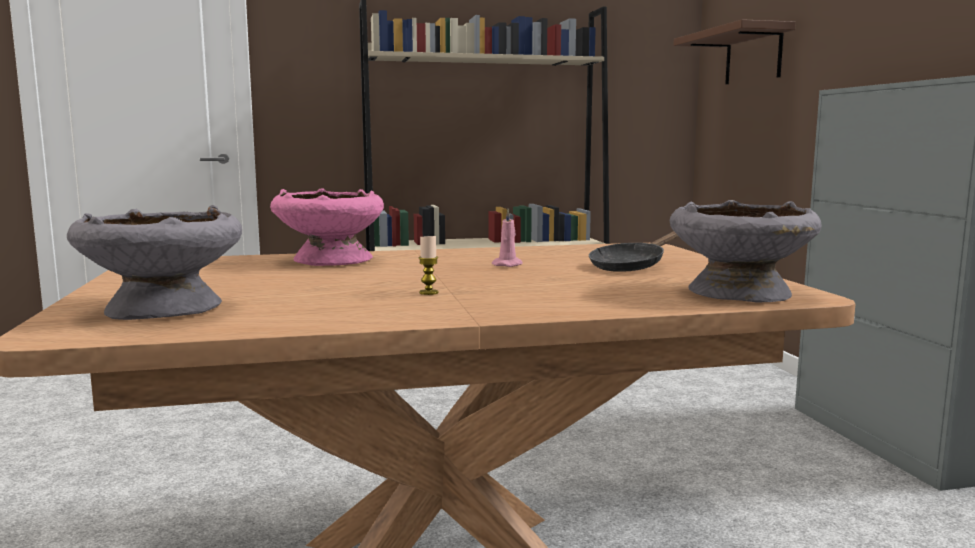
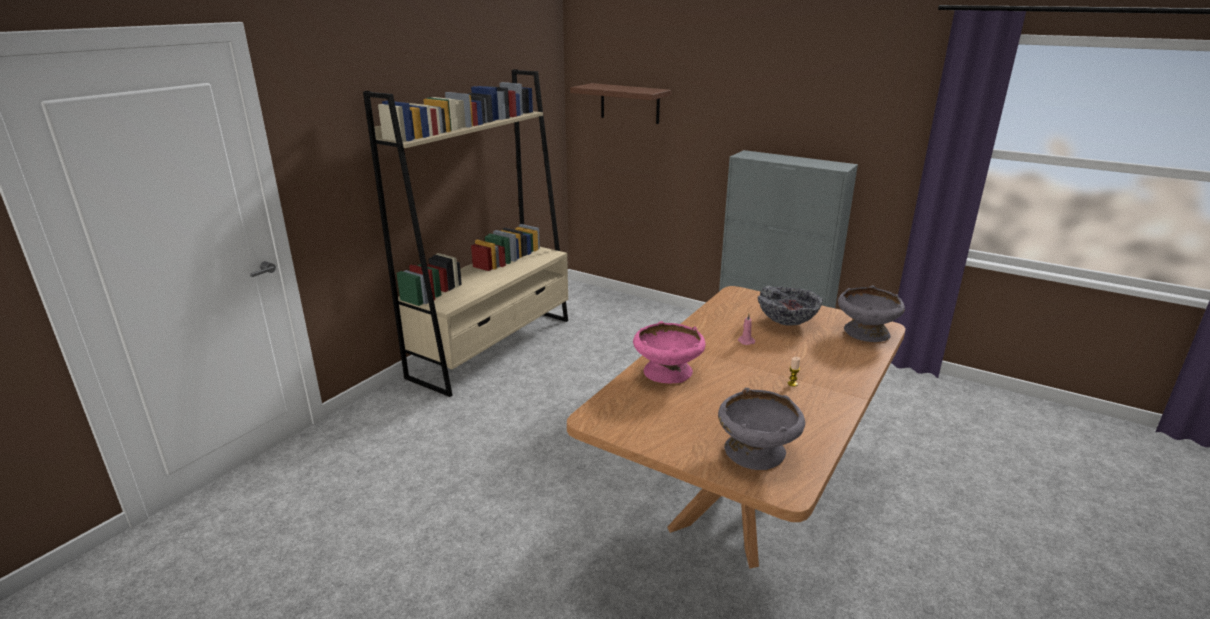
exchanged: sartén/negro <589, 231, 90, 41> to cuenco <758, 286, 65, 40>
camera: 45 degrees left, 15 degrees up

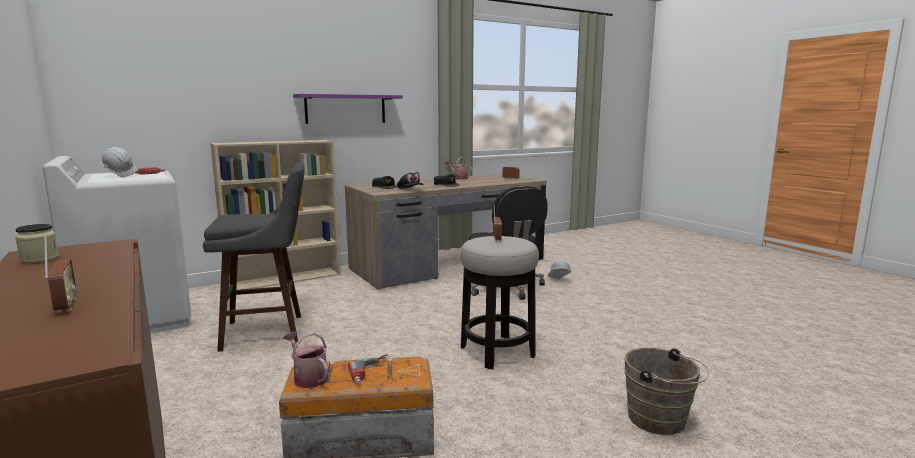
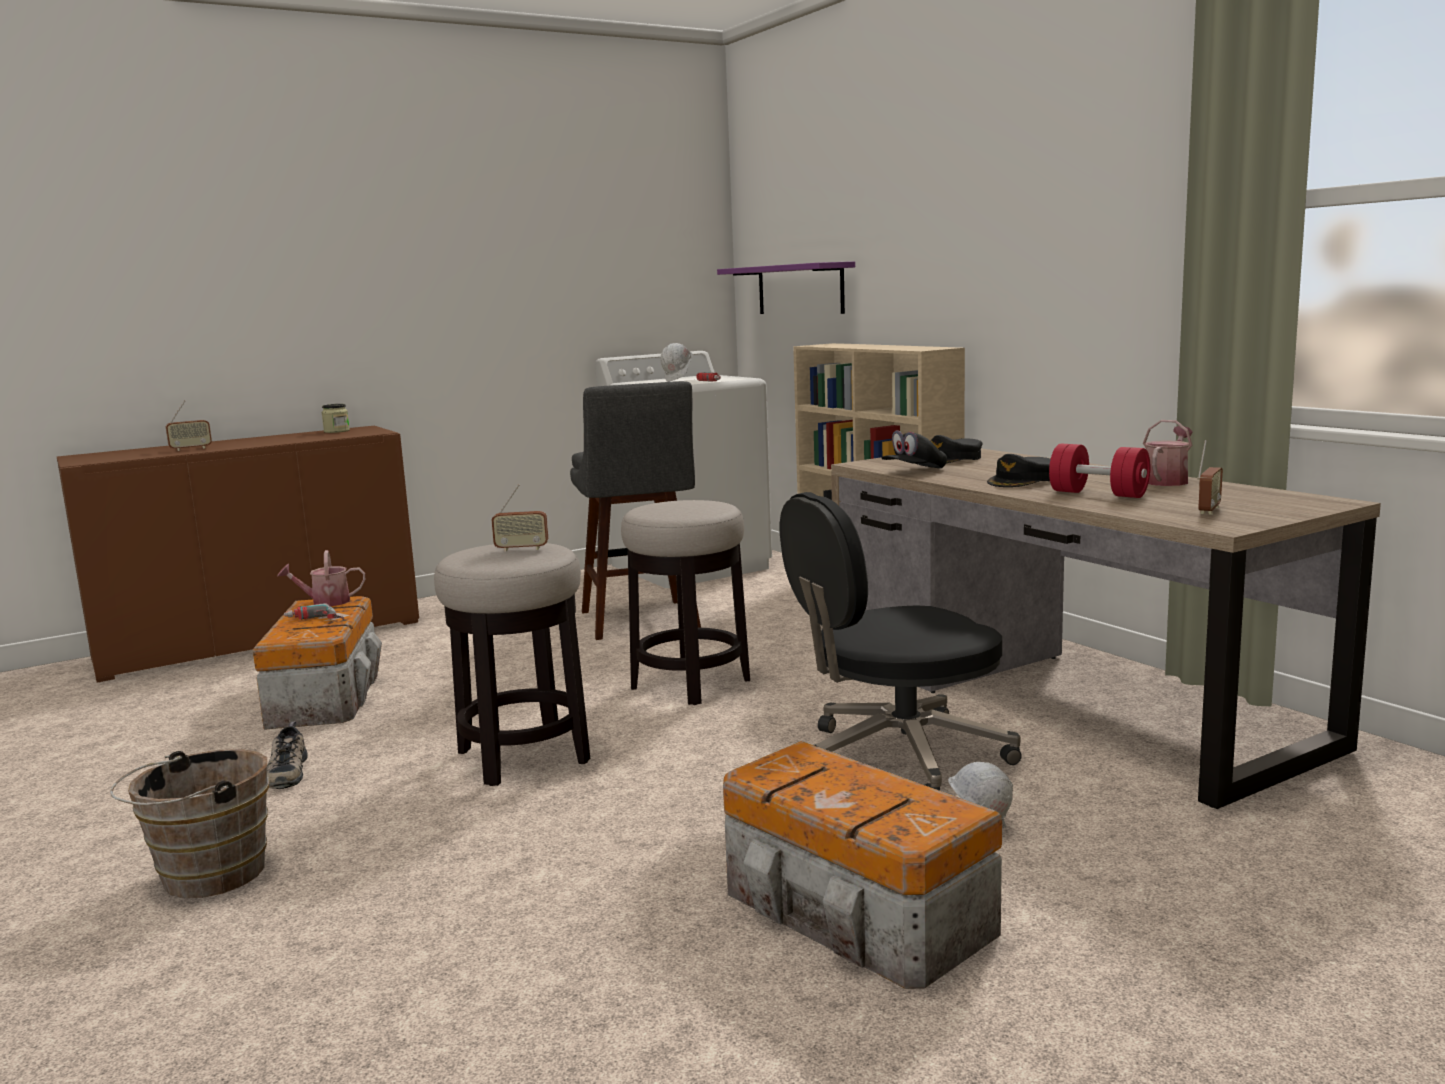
appeared: zapato <267, 722, 41, 67>; taburete <621, 500, 129, 205>; caja de almacenaje <723, 741, 279, 248>; mancuerna/rojo <1049, 444, 101, 54>
relocated: estante/morado <293, 94, 110, 30> to <717, 261, 138, 53>
spun: regadera <283, 331, 45, 57> = <277, 550, 88, 57> 150 degrees counterclockwise
camera: 90 degrees right, 0 degrees up

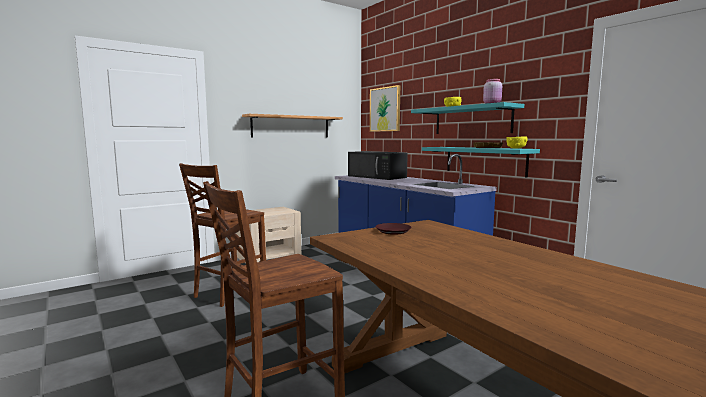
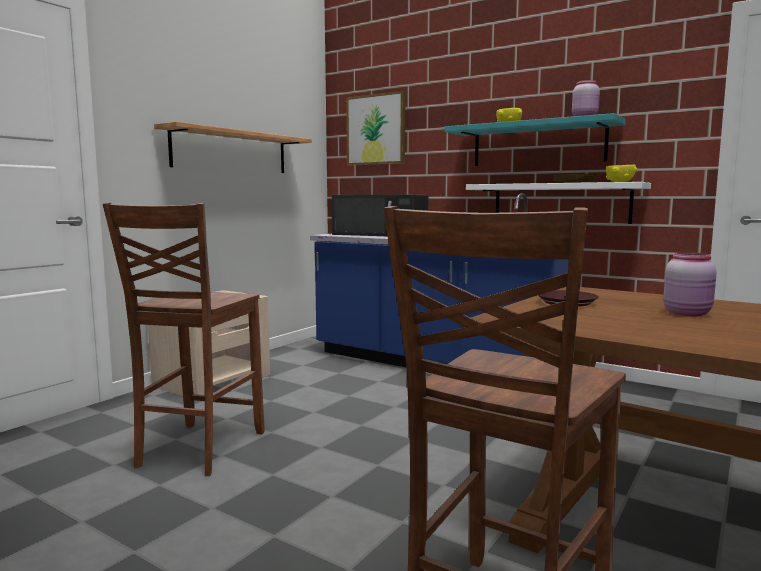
appeared: tarro/rosa <663, 252, 54, 64>
colour: estante/turquesa <422, 147, 118, 31> to estante/blanco <466, 182, 185, 42>
camera: 20 degrees left, 0 degrees up

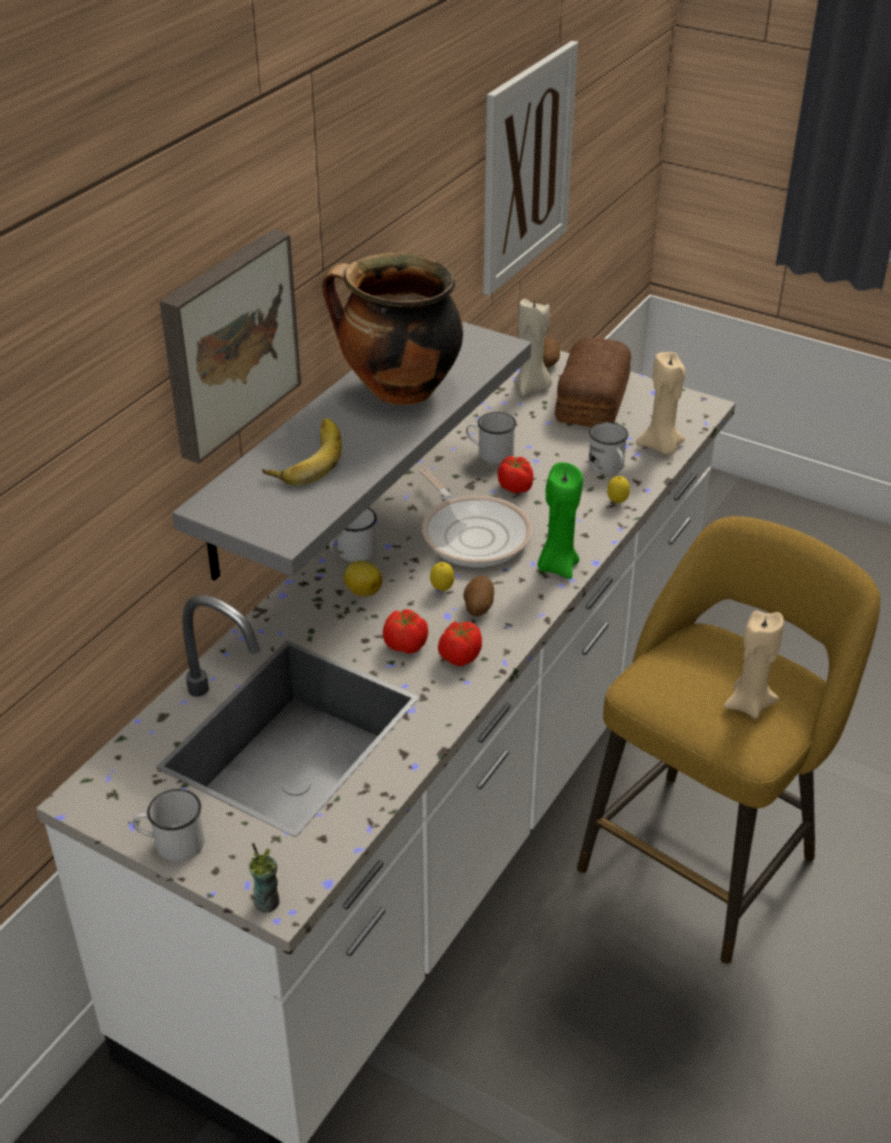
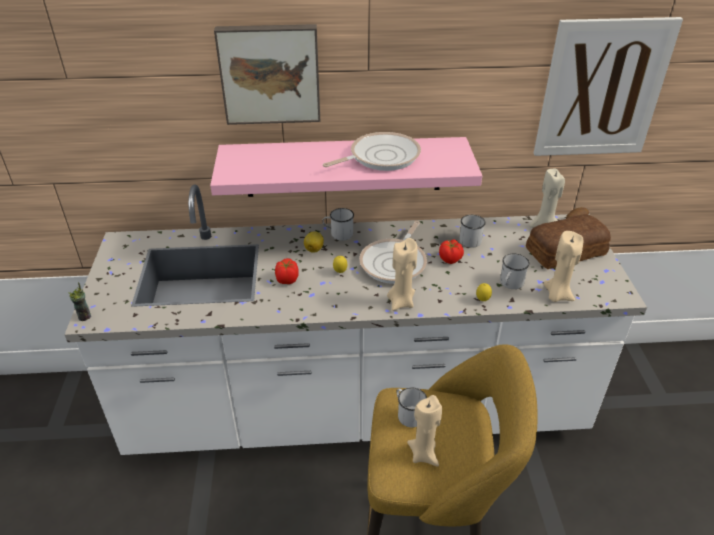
missing: plátano <262, 418, 80, 68>; tomate <438, 621, 44, 45>; patata <463, 575, 31, 41>
relocated: taza grande/blanco <132, 789, 72, 73> to <396, 387, 31, 40>
exchanged: olla <322, 253, 141, 152> to sartén <323, 132, 98, 39>
colour: estante/gris <172, 322, 359, 259> to estante/rosa <210, 137, 272, 60>; vela/verde <538, 462, 45, 117> to vela/beis <387, 238, 31, 73>
camera: 55 degrees right, 0 degrees up

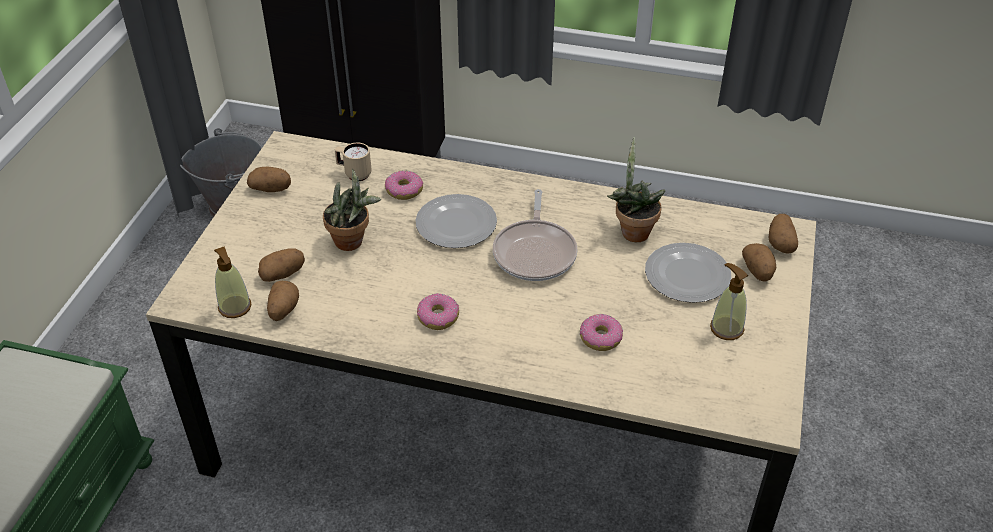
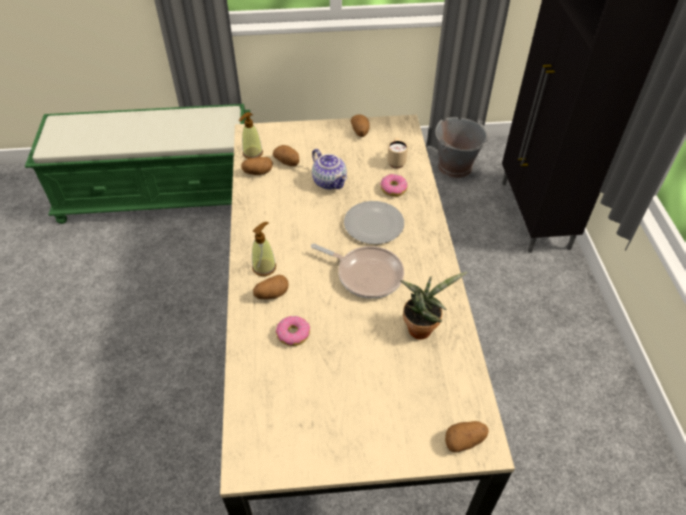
missing: rosquilla <417, 293, 42, 37>; plato <645, 243, 86, 60>
relocated: dispensador de jabón <710, 263, 38, 77> to <252, 222, 24, 54>; patata <742, 243, 34, 39> to <253, 275, 36, 24>
exchanged: planta en maceta <323, 168, 58, 83> to tetera <312, 149, 35, 41>
spun: sartén <493, 189, 85, 92> = <311, 244, 93, 55> 135 degrees counterclockwise
camera: 70 degrees right, 5 degrees up

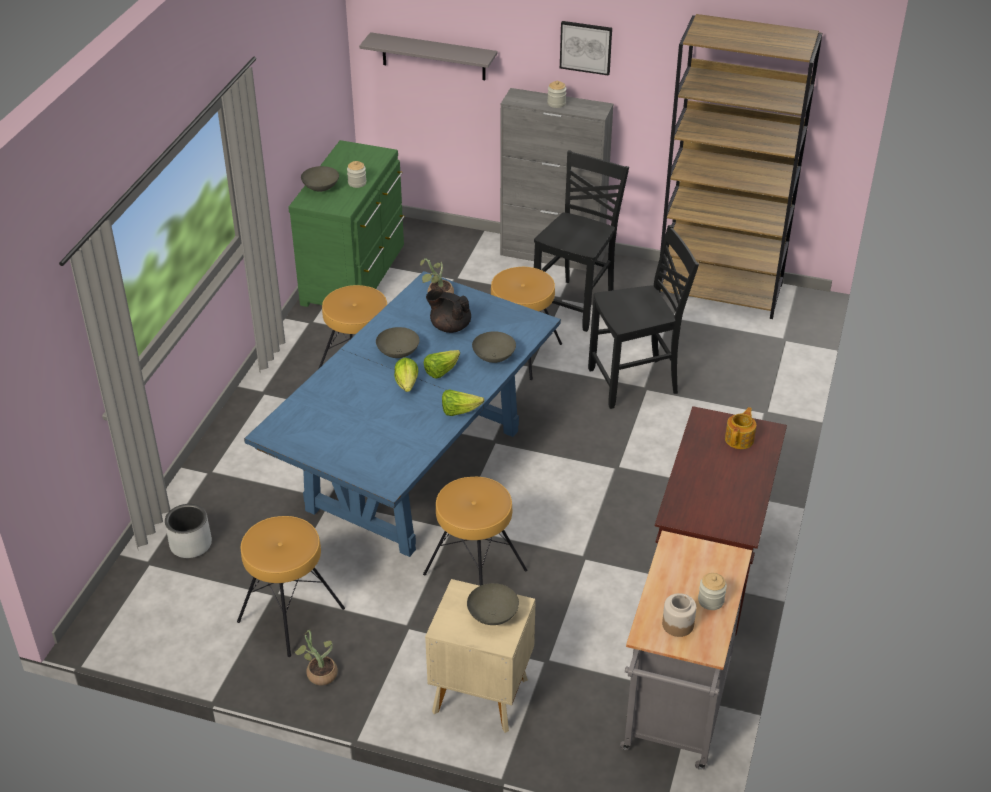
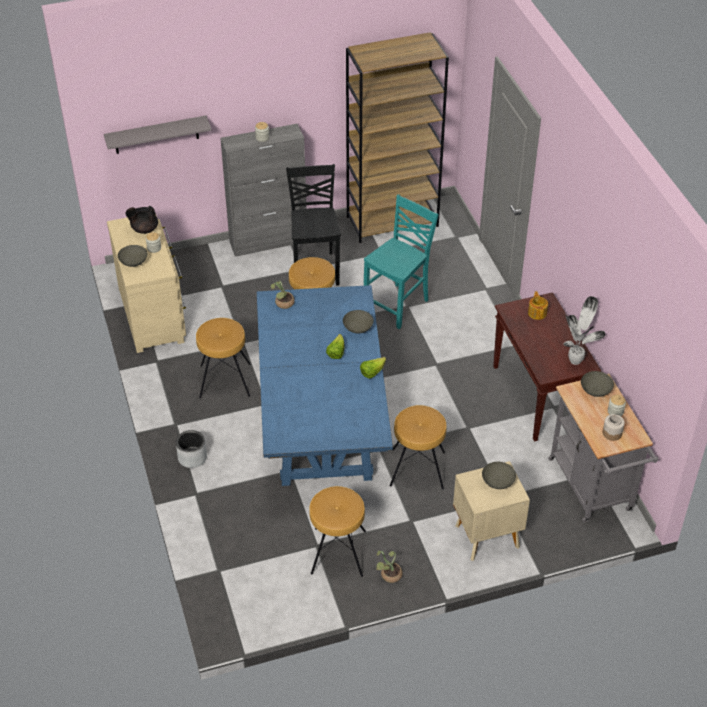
missing: lechuga <394, 357, 24, 35>; cuadro <560, 21, 52, 55>
appeared: planta en maceta <563, 296, 42, 69>
relocated: maceta/gris <165, 504, 47, 54> to <176, 430, 31, 38>; cuenco/gris <376, 327, 44, 31> to <581, 371, 33, 26>; tetera/negro <426, 288, 45, 45> to <125, 206, 33, 28>
colour: cómoda/verde <288, 140, 117, 167> to cómoda/beis <107, 214, 79, 139>; silla/negro <588, 225, 111, 184> to silla/turquesa <364, 194, 75, 135>
camera: 35 degrees left, 5 degrees up

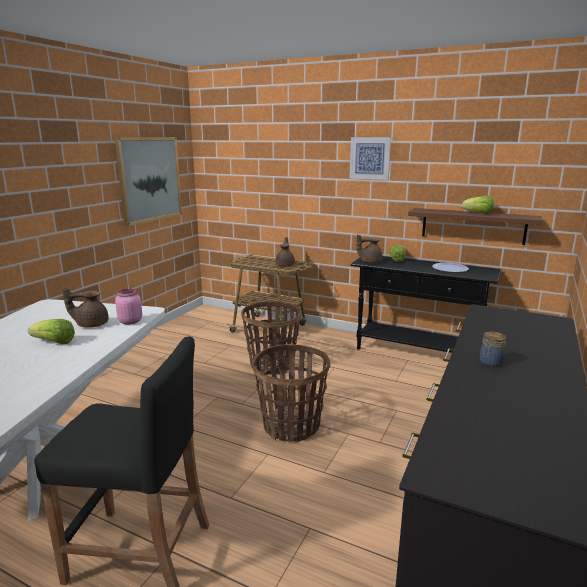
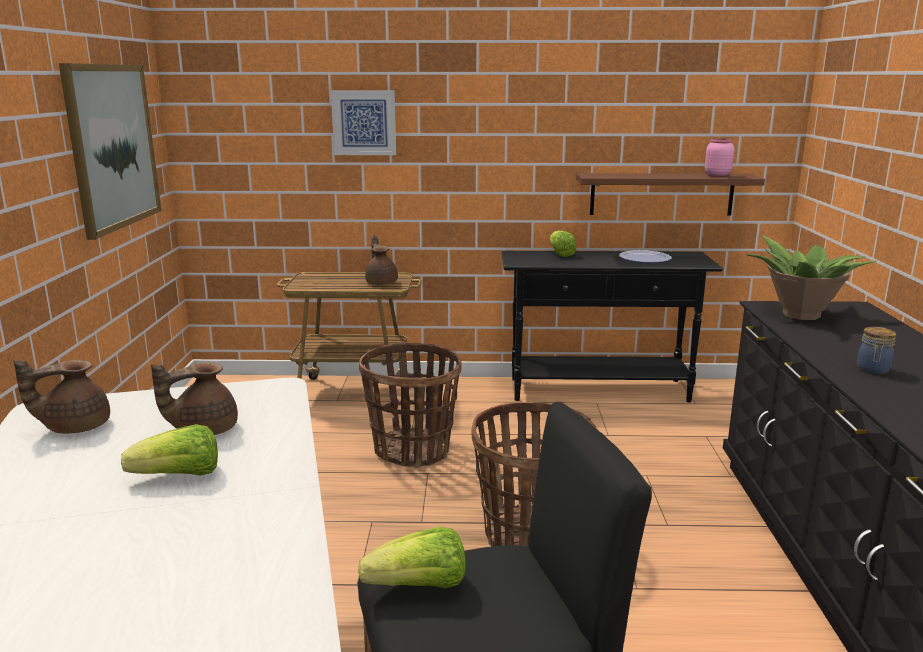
appeared: planta en maceta <746, 235, 131, 85>
relocated: tarro/rosa <115, 289, 27, 36> to <705, 138, 30, 39>; cuadro <349, 137, 42, 43> to <331, 90, 65, 65>; tetera/marrón <356, 234, 27, 29> to <14, 360, 96, 74>; lechuga <461, 196, 33, 18> to <358, 527, 108, 61>
camera: 25 degrees left, 0 degrees up

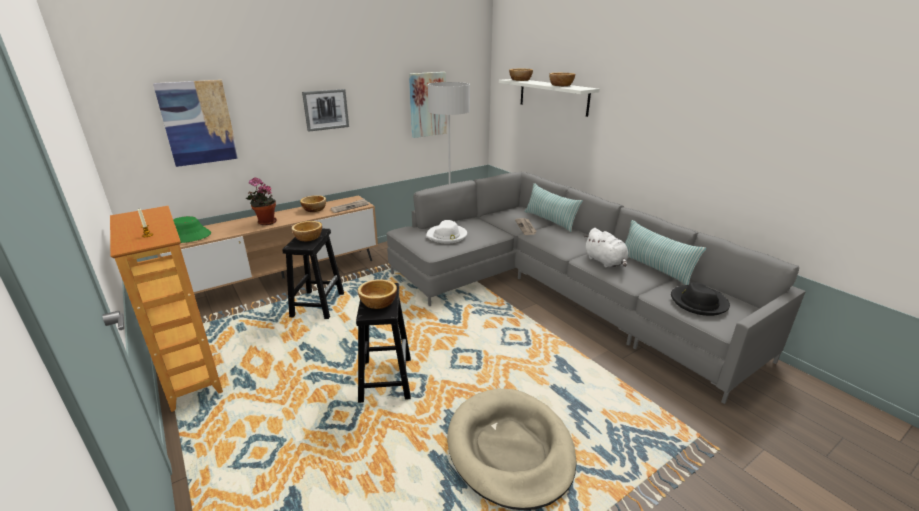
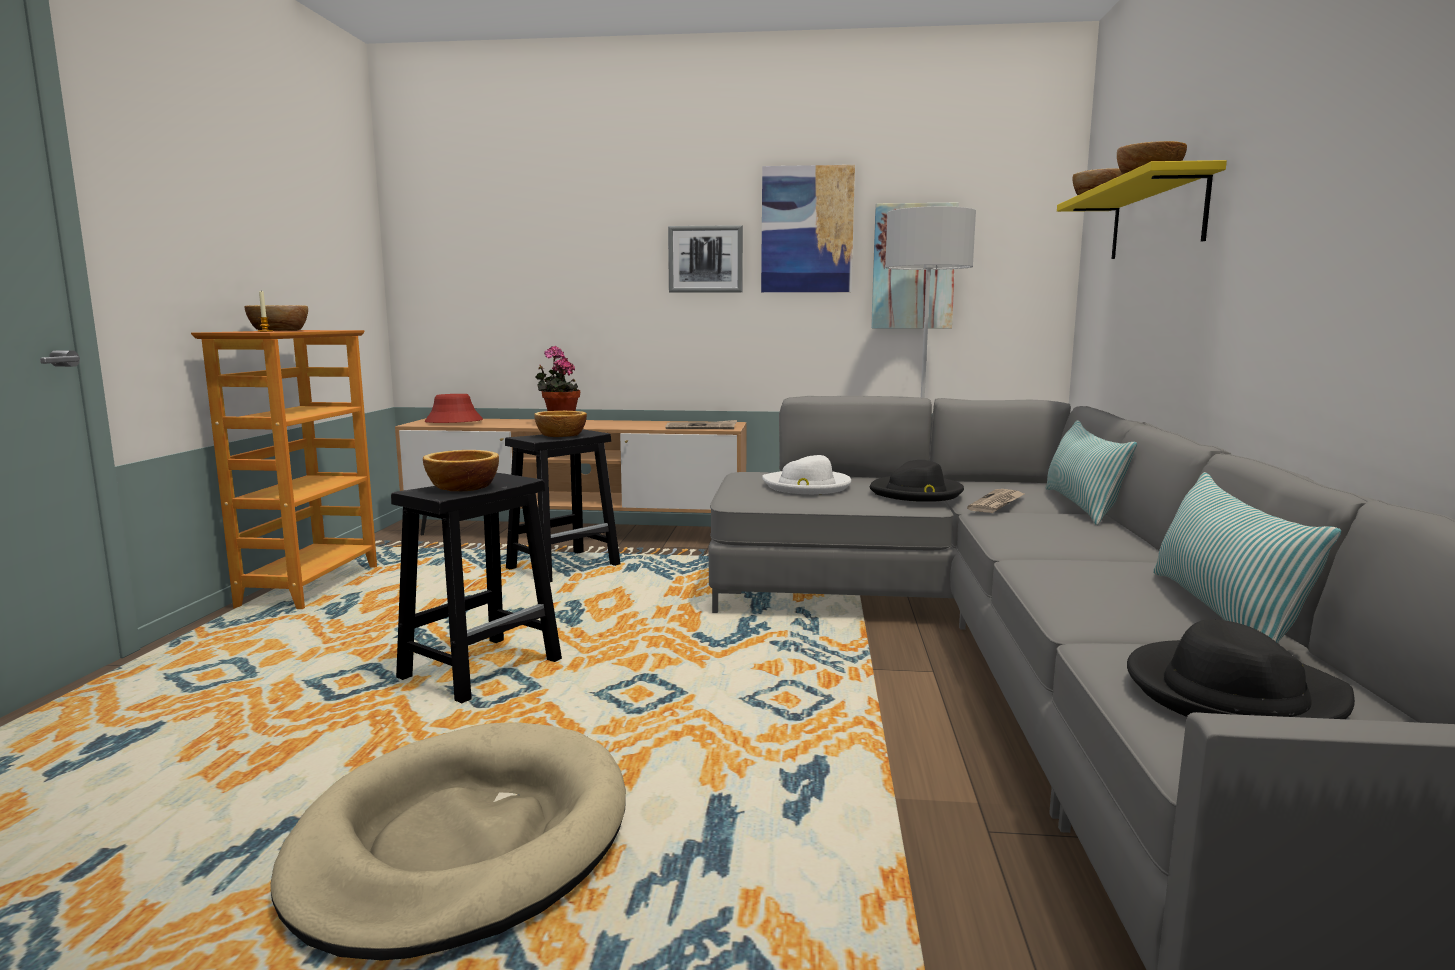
missing: peluche/blanco <584, 228, 45, 40>
appeared: sombrero/negro <870, 460, 94, 42>
relocated: cuadro <153, 80, 86, 87> to <761, 165, 94, 127>; cuenco <300, 195, 26, 17> to <245, 305, 63, 26>
colour: sombrero/verde <173, 216, 38, 27> to sombrero/rojo <425, 394, 58, 29>; estante/blanco <499, 79, 101, 38> to estante/amarillo <1057, 160, 170, 99>
camera: 40 degrees right, 15 degrees down

